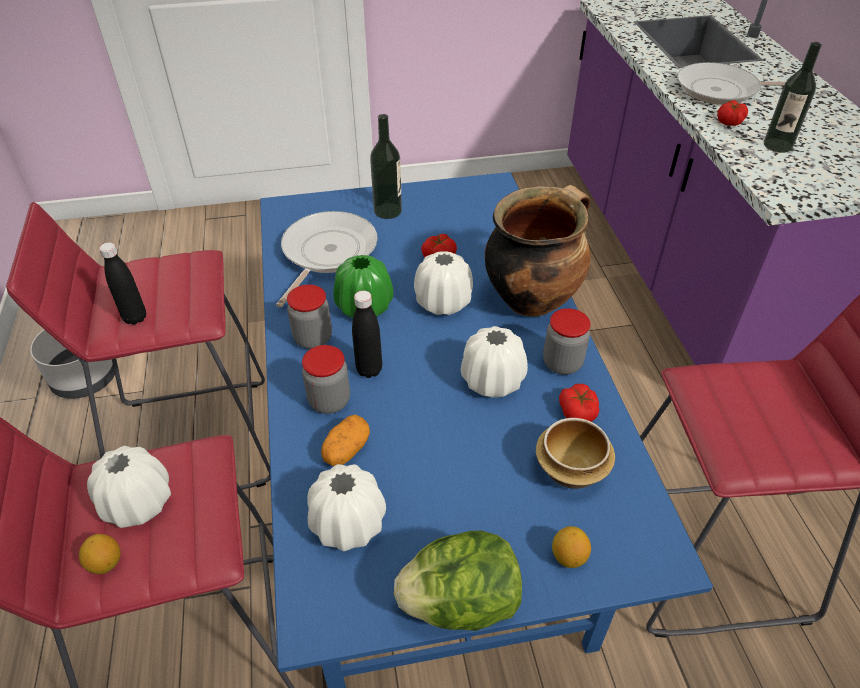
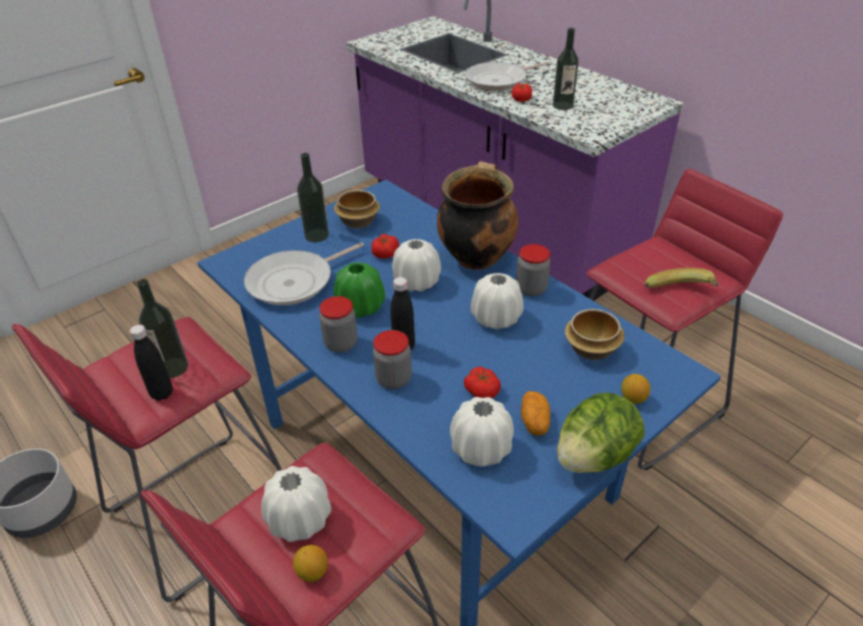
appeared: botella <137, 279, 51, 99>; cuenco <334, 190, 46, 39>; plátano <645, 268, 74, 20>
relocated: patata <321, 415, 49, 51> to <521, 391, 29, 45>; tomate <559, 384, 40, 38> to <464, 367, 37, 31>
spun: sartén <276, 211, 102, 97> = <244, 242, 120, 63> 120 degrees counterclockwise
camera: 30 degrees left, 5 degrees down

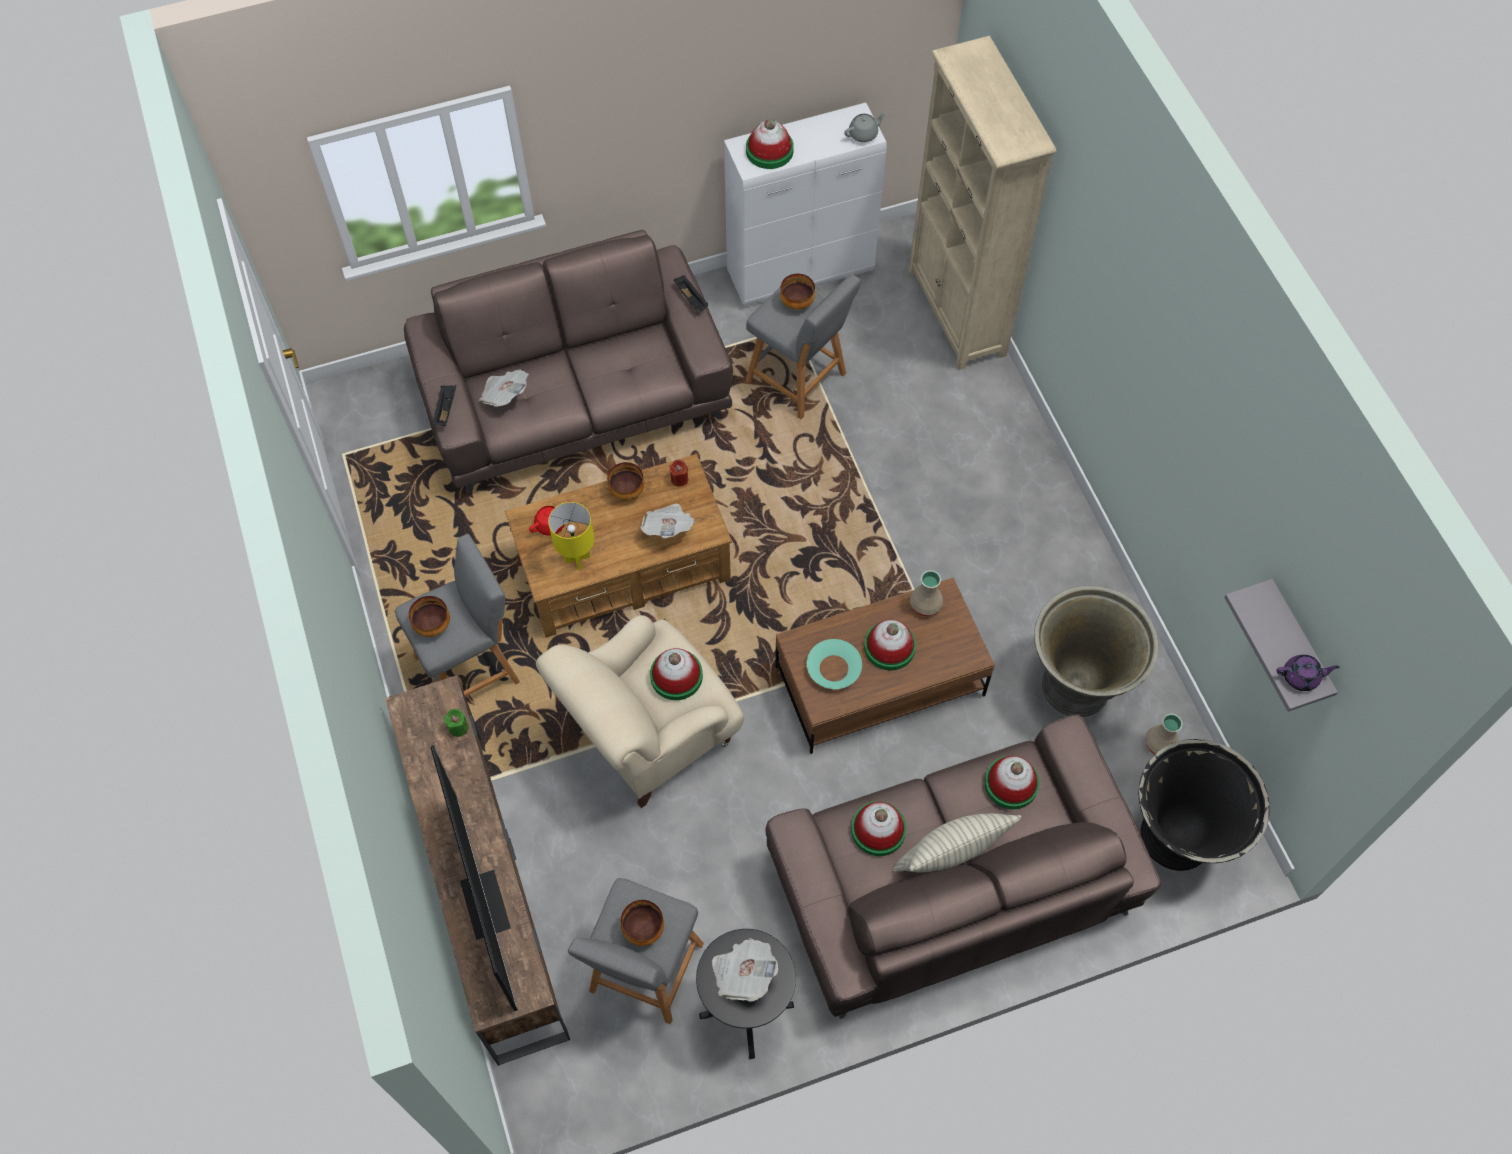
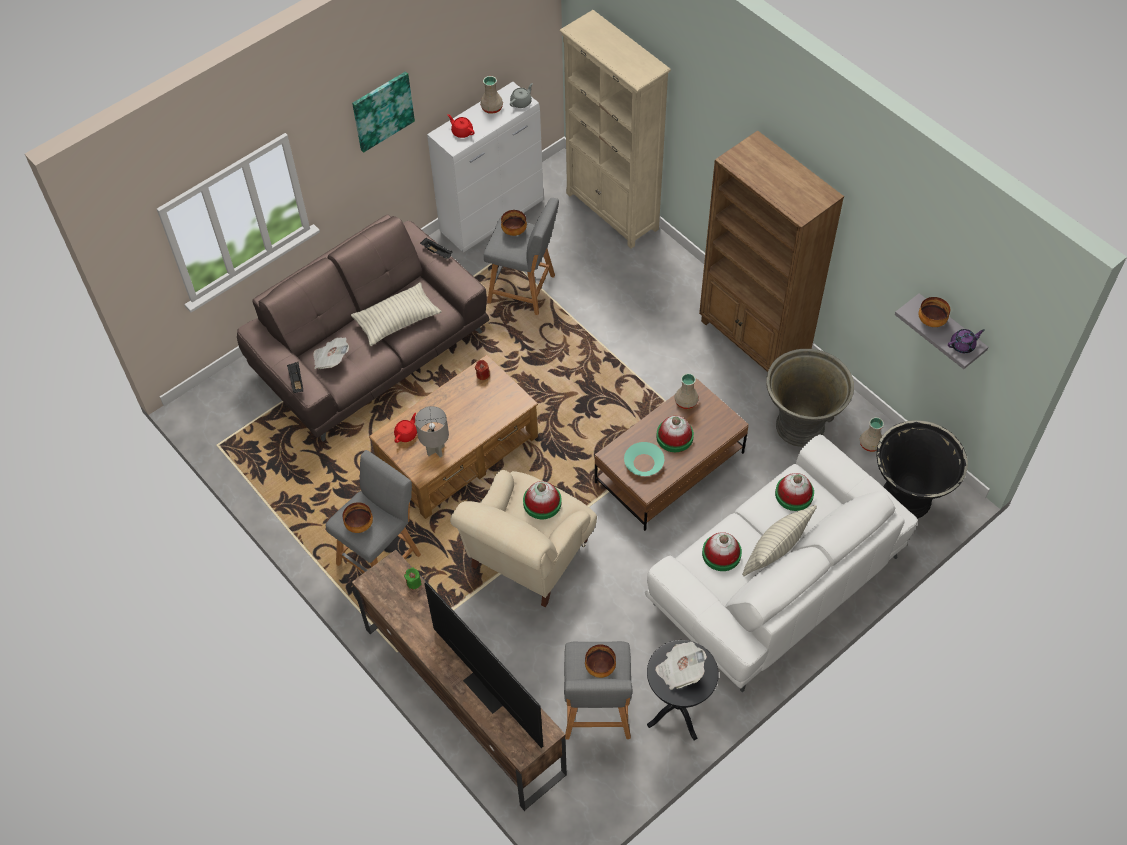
missing: periódico <640, 504, 55, 34>
appeared: cojín <351, 282, 90, 64>; cuadro <352, 71, 63, 82>; florero/beis <480, 76, 23, 38>; estantería/marrón <699, 130, 145, 243>
relocated: cuenco <607, 462, 37, 38> to <919, 297, 31, 30>
exchanged: sombrero <746, 118, 48, 51> to tetera/rojo <448, 114, 27, 24>
colour: lámpara de mesa/amarillo <548, 502, 46, 68> to lámpara de mesa/gris <415, 406, 34, 52>; sofá/marrón <765, 715, 396, 304> to sofá/blanco <645, 434, 273, 258>
camera: 20 degrees left, 5 degrees down

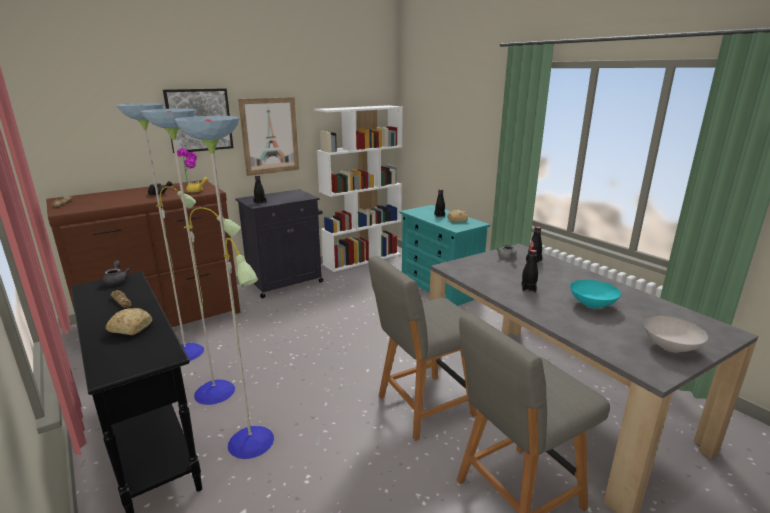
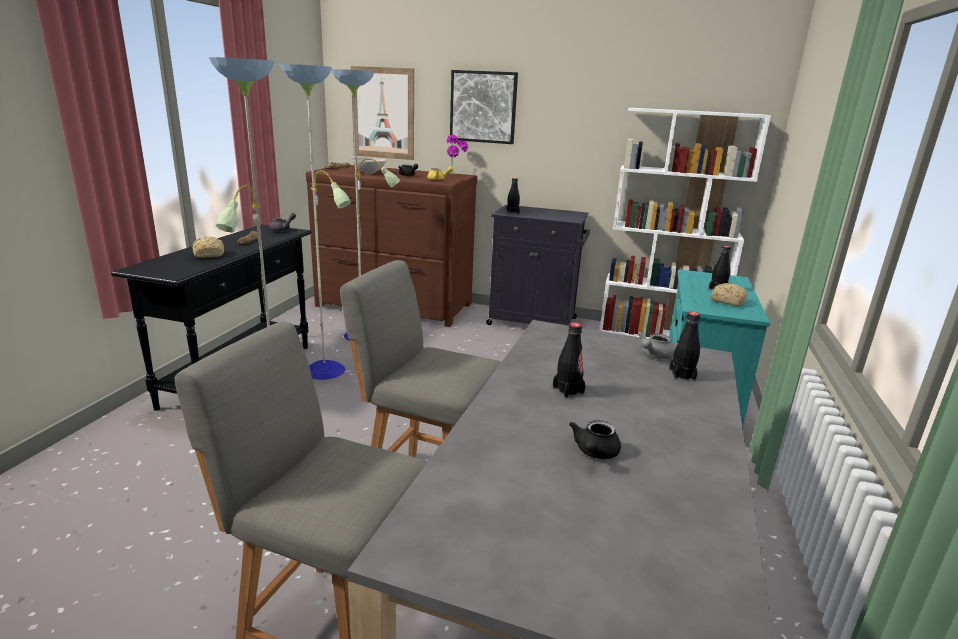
relocated: cuadro <238, 97, 61, 79> to <351, 66, 63, 94>; cuenco/blanco <644, 316, 64, 36> to <351, 157, 35, 17>
exchanged: cuenco/turquesa <570, 280, 51, 29> to tetera/negro <569, 420, 52, 39>
camera: 50 degrees right, 0 degrees up

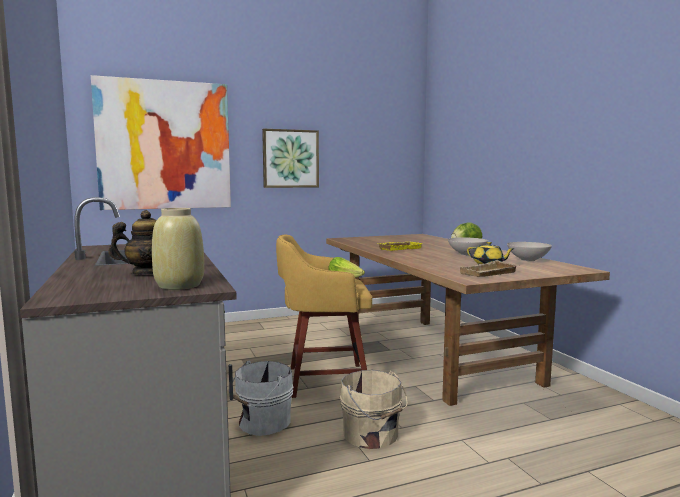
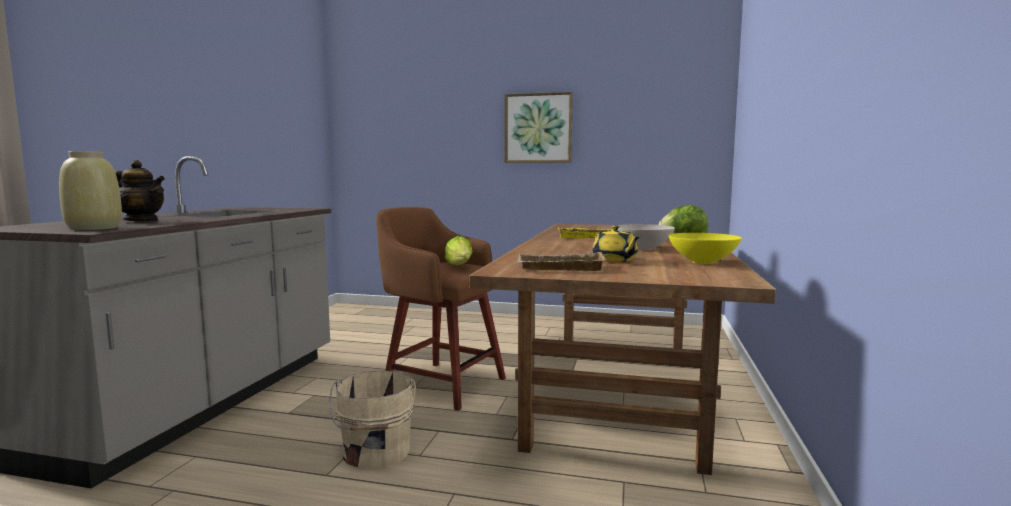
missing: cuadro <91, 75, 140, 135>; cubo/blanco <233, 361, 61, 75>
colour: taburete/amarillo <276, 235, 96, 163> to taburete/marrón <377, 207, 129, 204>; cuenco/blanco <507, 242, 45, 19> to cuenco/amarillo <669, 233, 73, 31>
camera: 35 degrees right, 0 degrees up

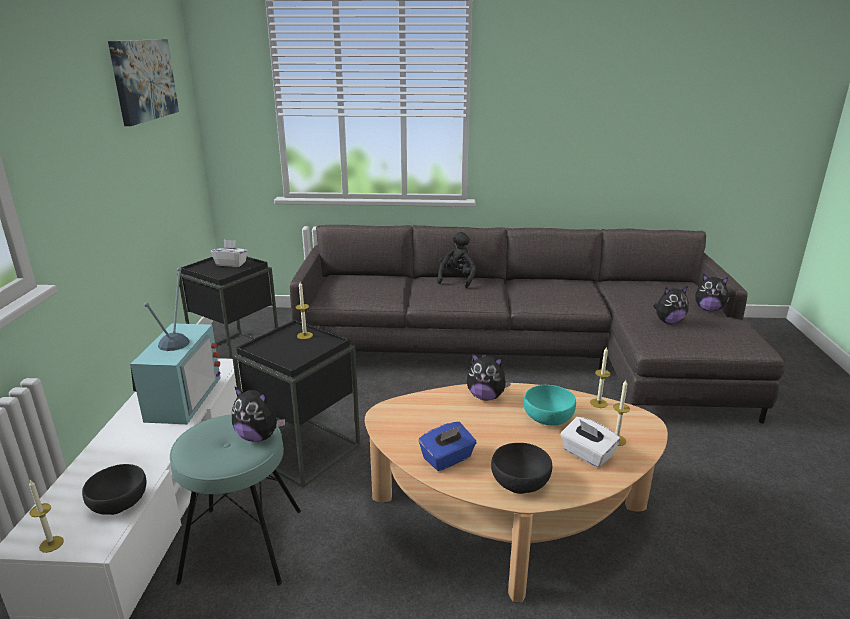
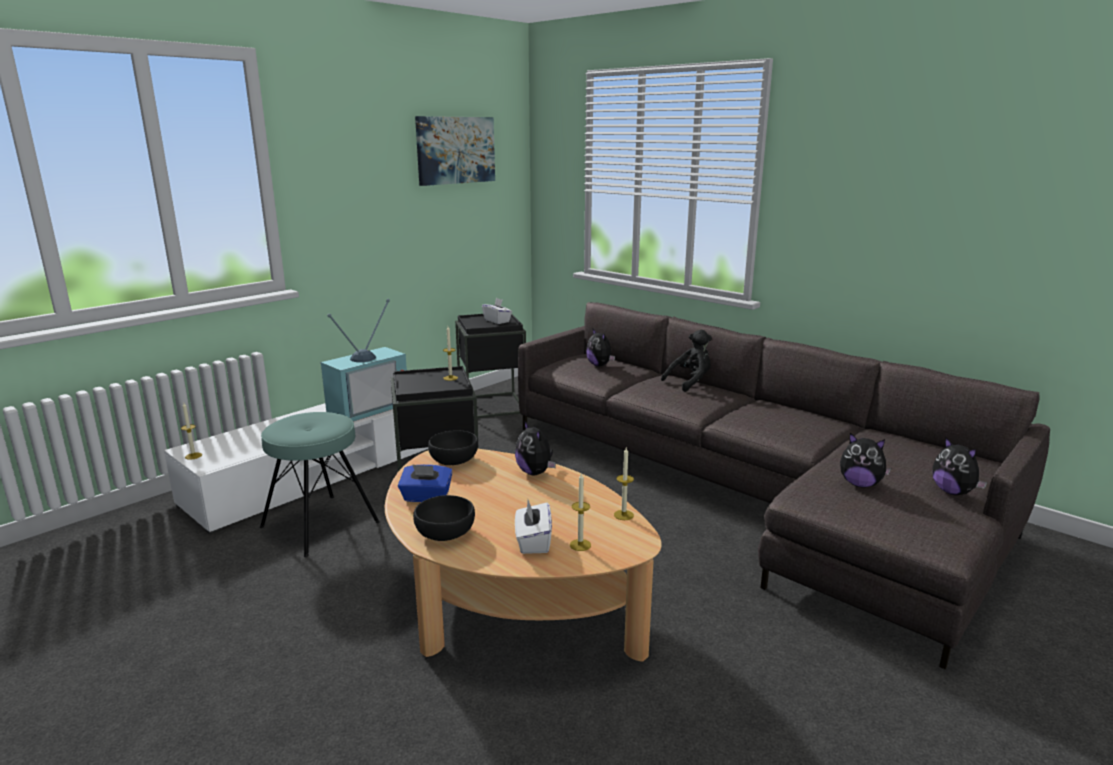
missing: cuenco/turquesa <523, 385, 53, 41>
relocated: cuenco/negro <82, 464, 64, 51> to <428, 431, 50, 34>; peluche <232, 386, 53, 56> to <586, 329, 29, 37>
camera: 40 degrees right, 5 degrees down

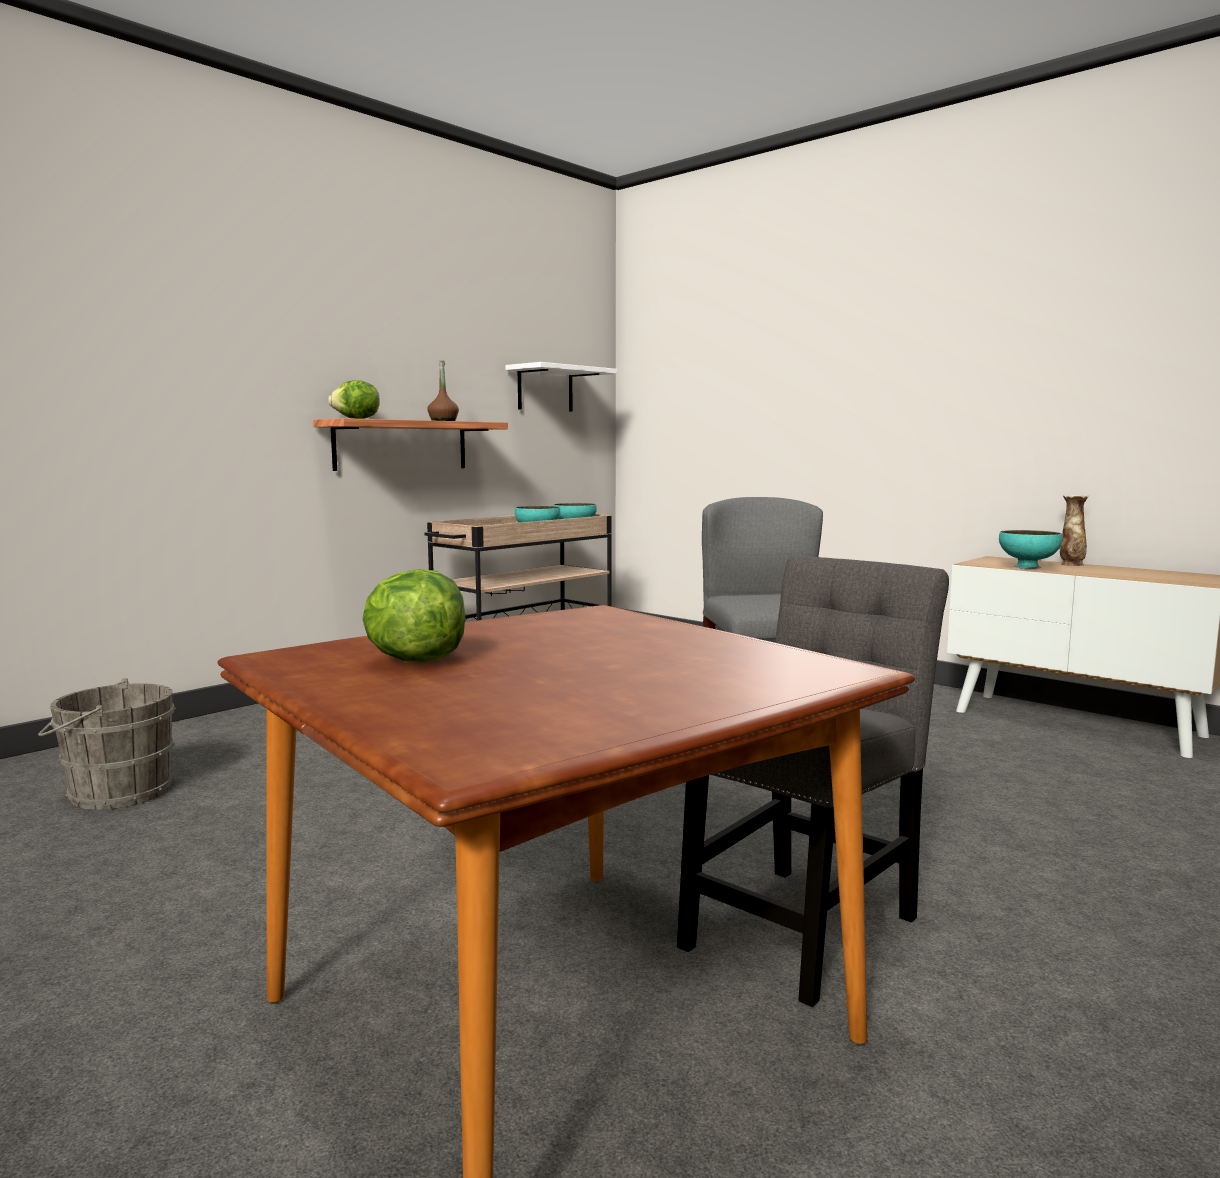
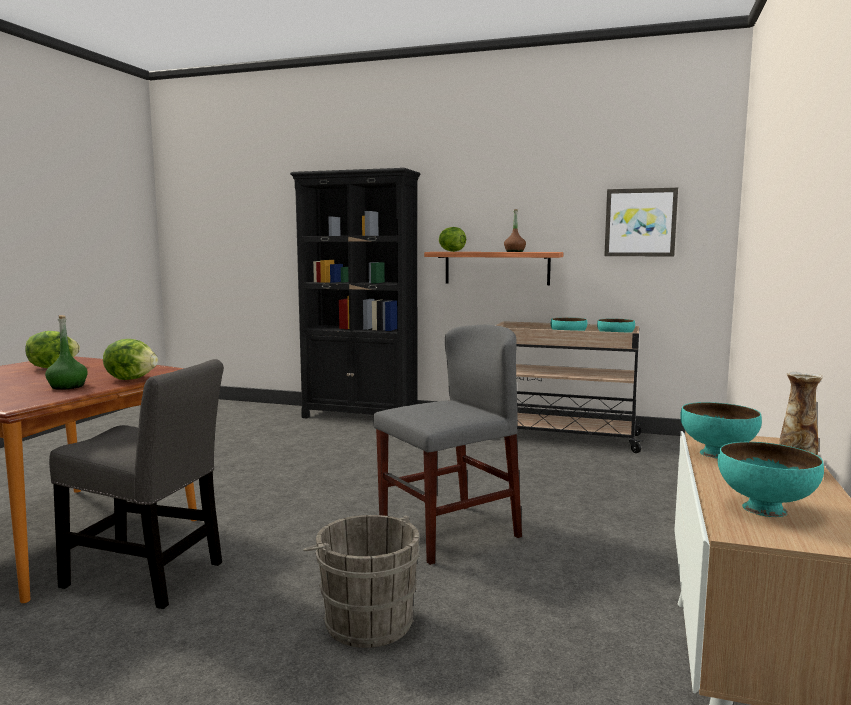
appeared: botella/verde <45, 315, 43, 75>; lechuga <103, 339, 55, 41>; estantería/negro <290, 168, 131, 250>; cuenco/turquesa <718, 442, 106, 75>
relocated: cubo/gris <38, 678, 138, 132> to <303, 515, 117, 133>
exchanged: estante/blanco <506, 362, 111, 50> to cuadro <604, 188, 74, 69>
camera: 65 degrees right, 0 degrees up

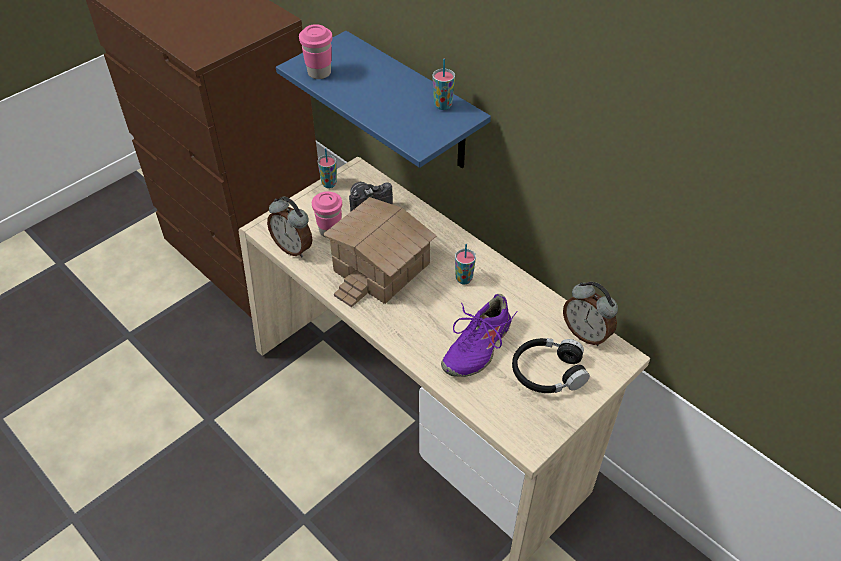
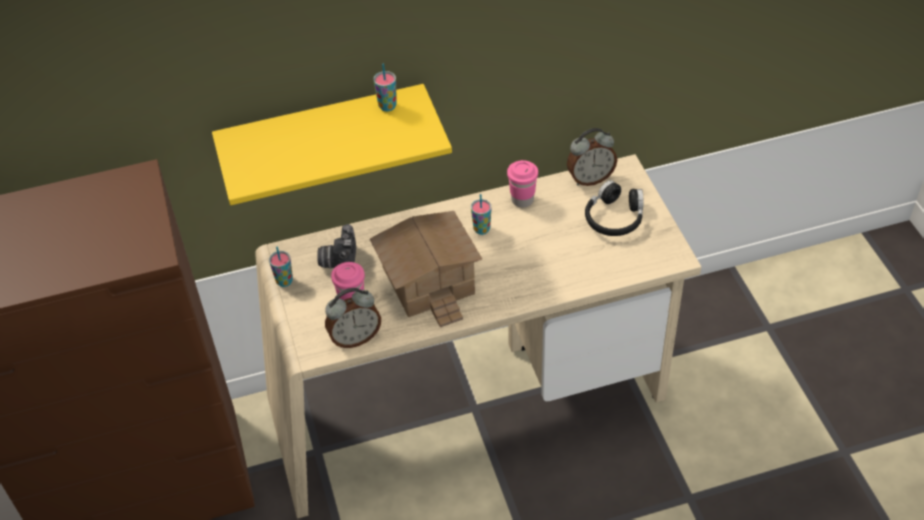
missing: zapato/morado <441, 294, 77, 83>
relocated: taza/rosa <299, 24, 33, 55> to <507, 160, 31, 48>
colour: estante/azul <276, 31, 215, 137> to estante/amarillo <212, 84, 240, 121>
camera: 60 degrees left, 0 degrees up

